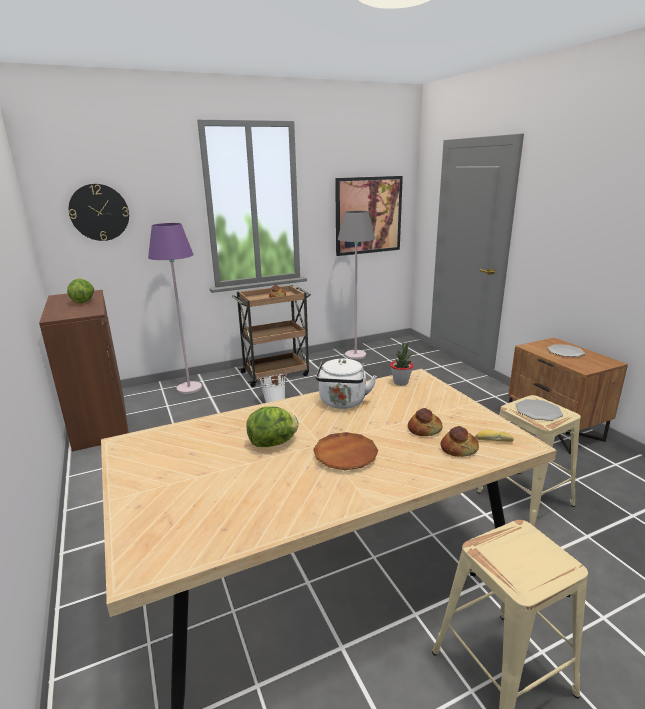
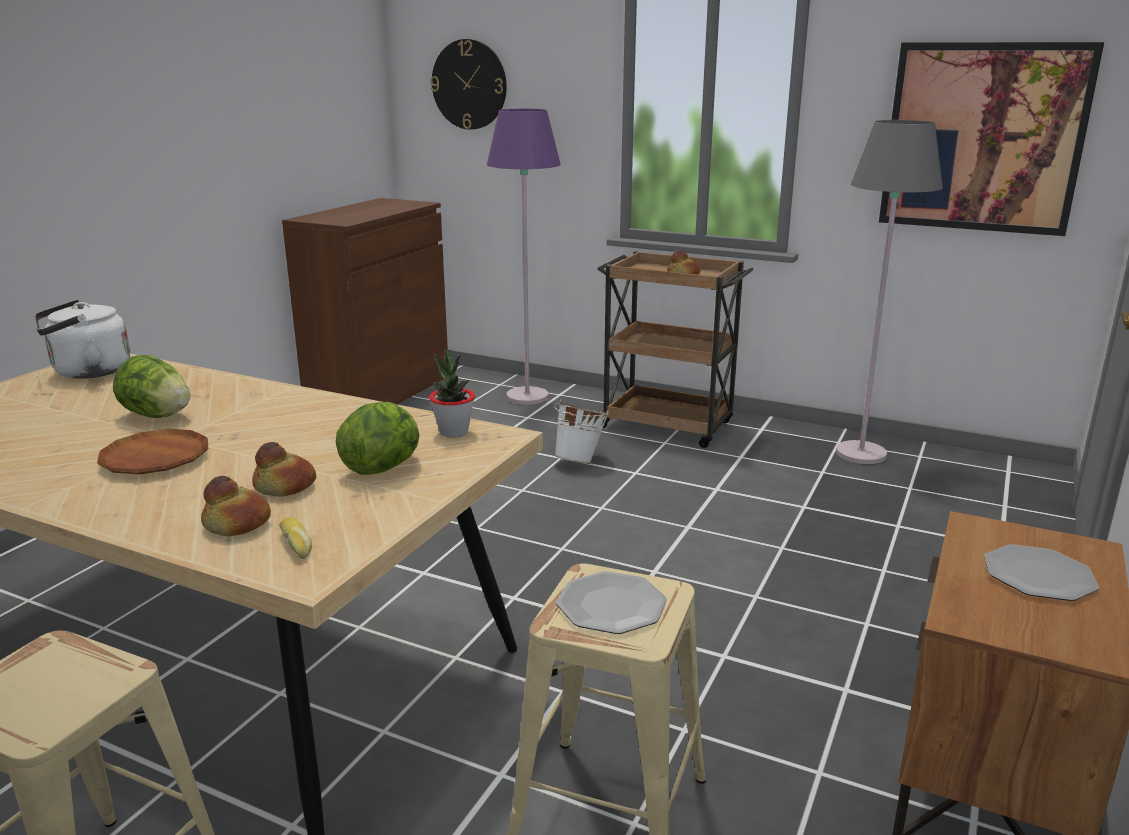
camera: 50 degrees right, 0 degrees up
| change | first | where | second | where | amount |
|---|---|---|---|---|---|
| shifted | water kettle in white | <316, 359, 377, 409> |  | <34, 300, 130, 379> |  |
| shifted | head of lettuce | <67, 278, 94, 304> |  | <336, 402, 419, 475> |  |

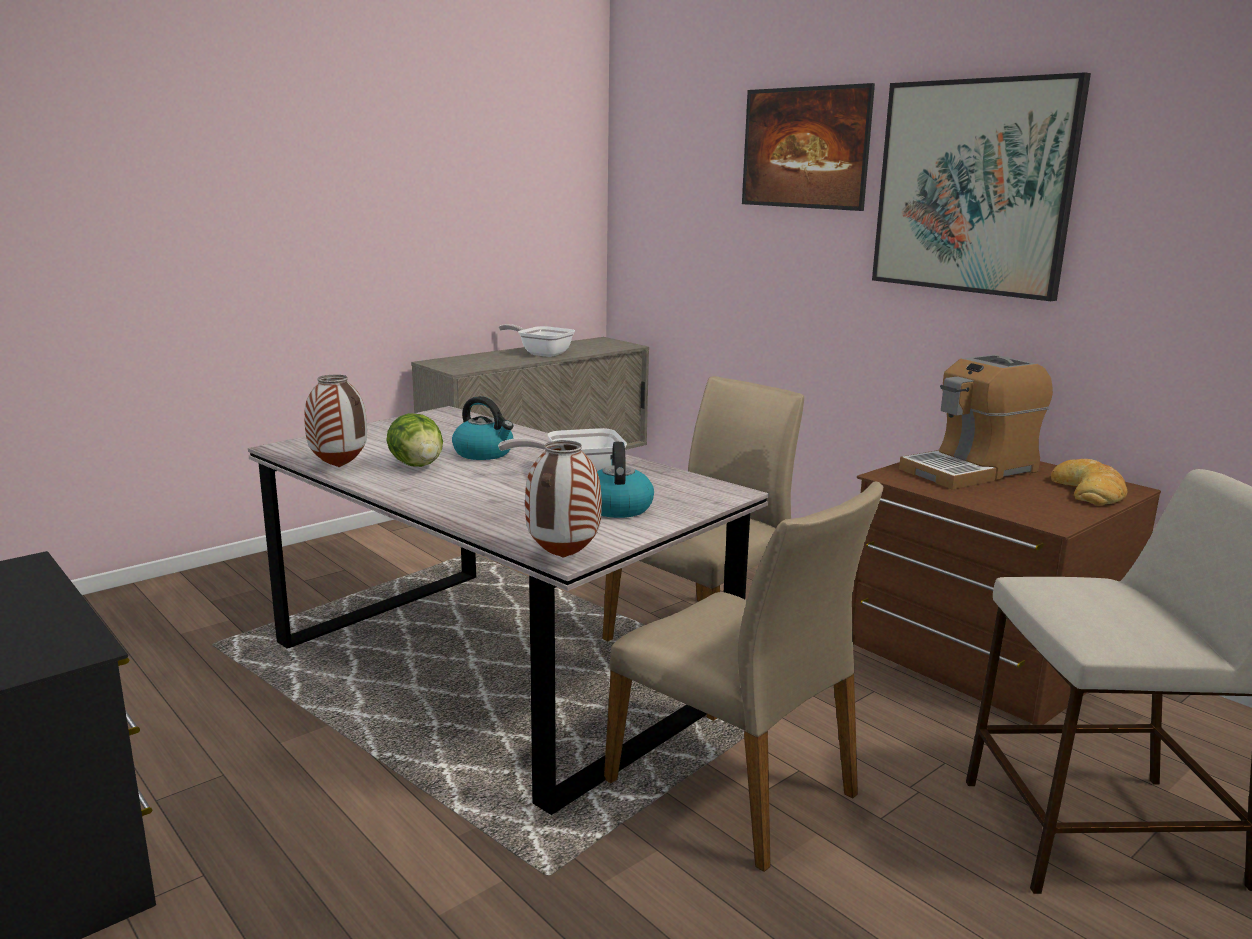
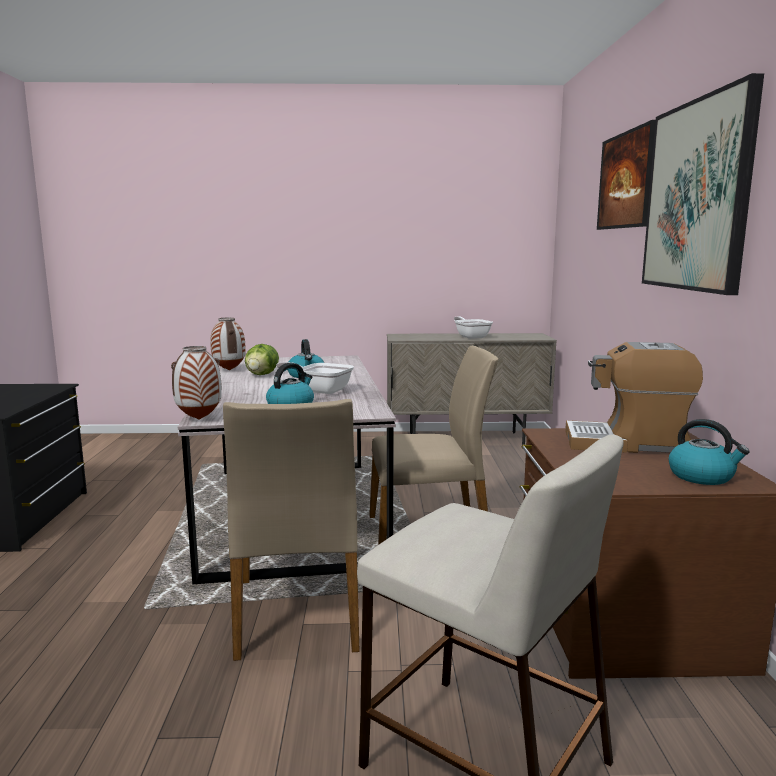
camera: 40 degrees right, 5 degrees down
| change | first | where | second | where | amount |
|---|---|---|---|---|---|
| swapped | bread | <1051, 459, 1127, 506> | water kettle | <669, 419, 750, 485> |  |

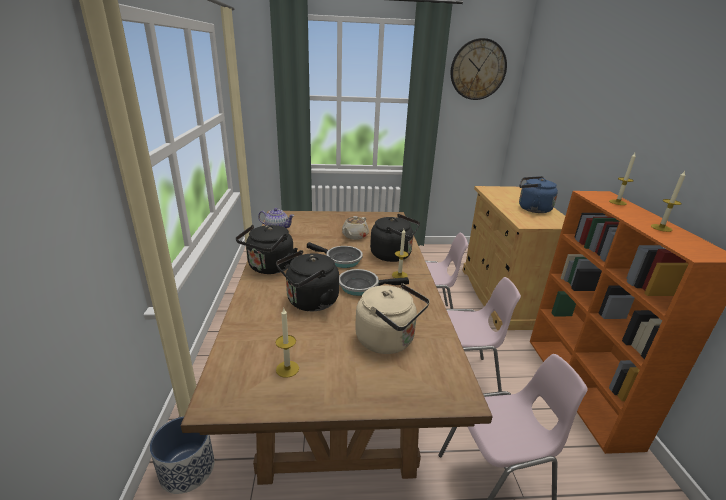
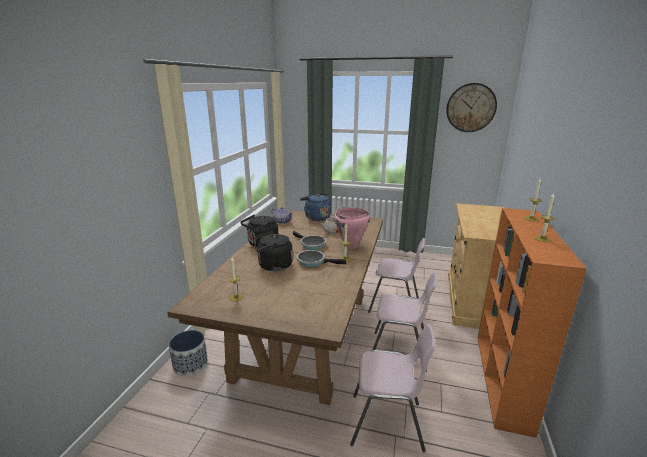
camera: 20 degrees right, 5 degrees down
| change | first | where | second | where | amount |
|---|---|---|---|---|---|
| shifted | water kettle in blue | <519, 176, 558, 213> |  | <300, 193, 331, 221> |  |
| swapped | water kettle in black-coloured | <370, 214, 420, 262> | saucepot in pink-coloured | <334, 207, 370, 249> |  |
| gone | water kettle in sand-coloured | <355, 283, 430, 354> |  |  |  |

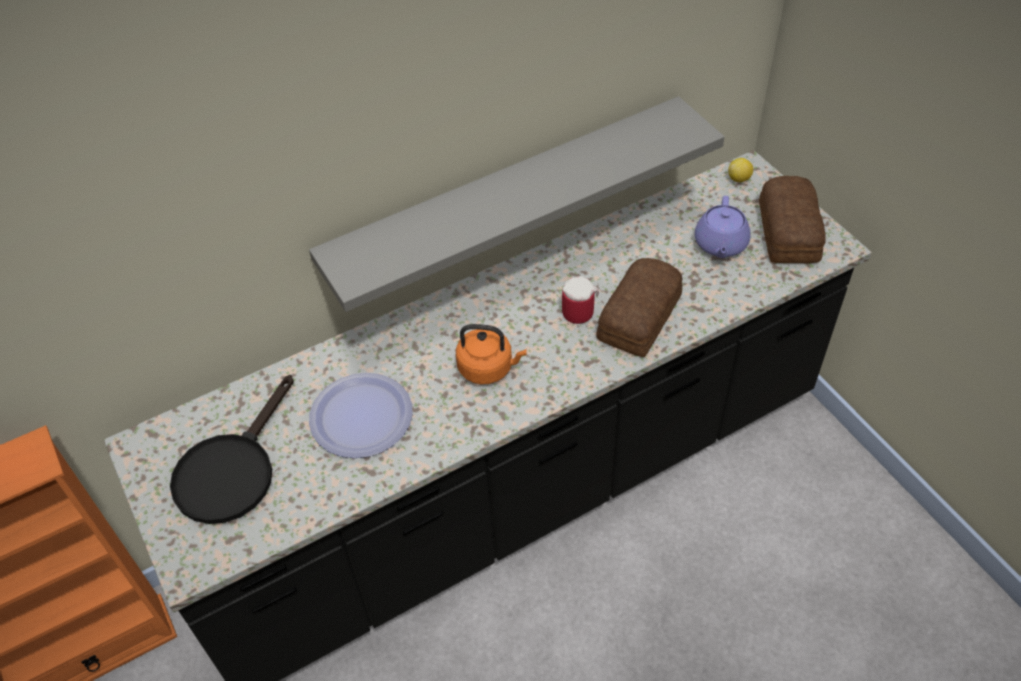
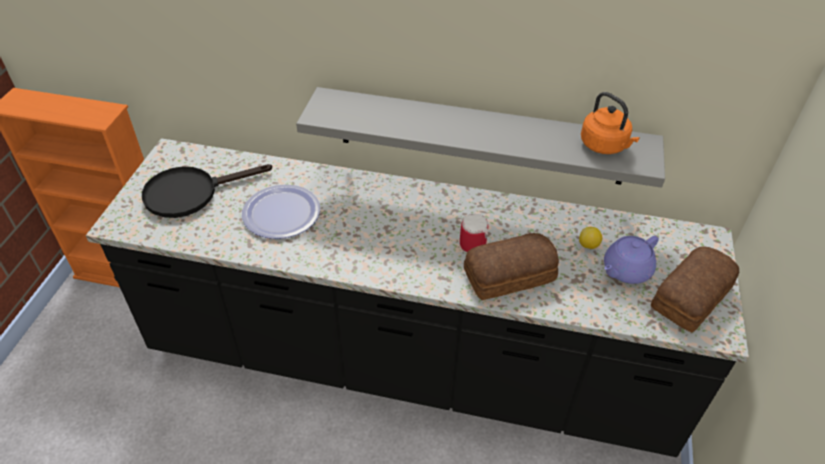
camera: 40 degrees right, 5 degrees down
| change | first | where | second | where | amount |
|---|---|---|---|---|---|
| shifted | whole lemon | <728, 158, 753, 182> |  | <579, 227, 602, 249> |  |
| shifted | water kettle in orange | <456, 324, 527, 385> |  | <581, 92, 640, 154> |  |

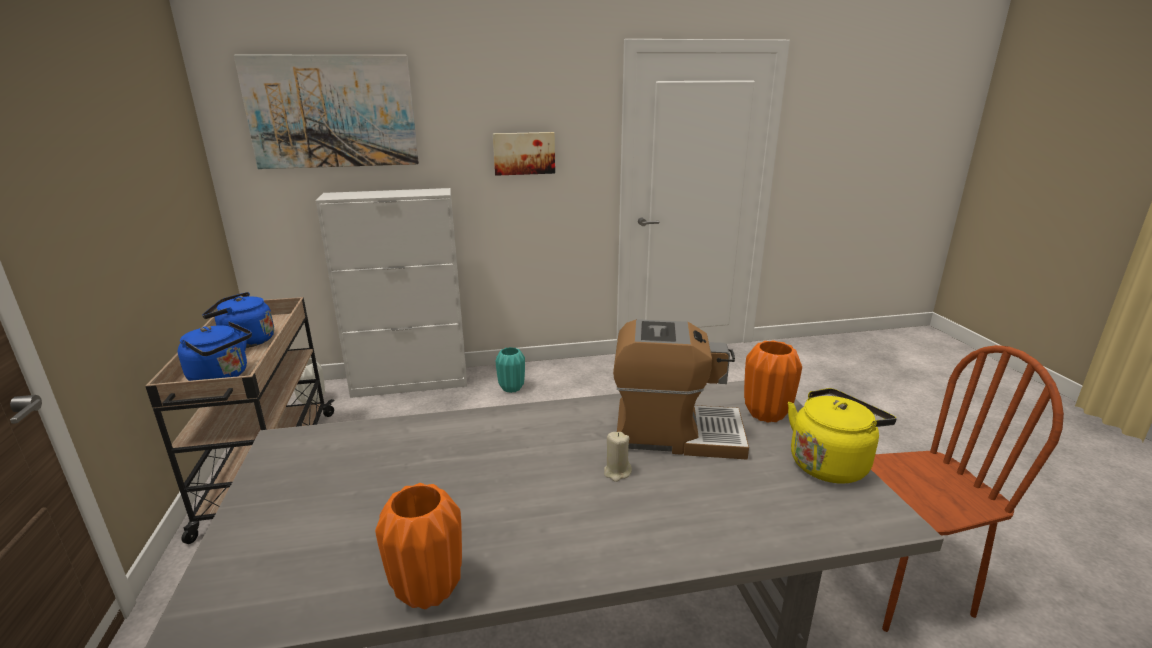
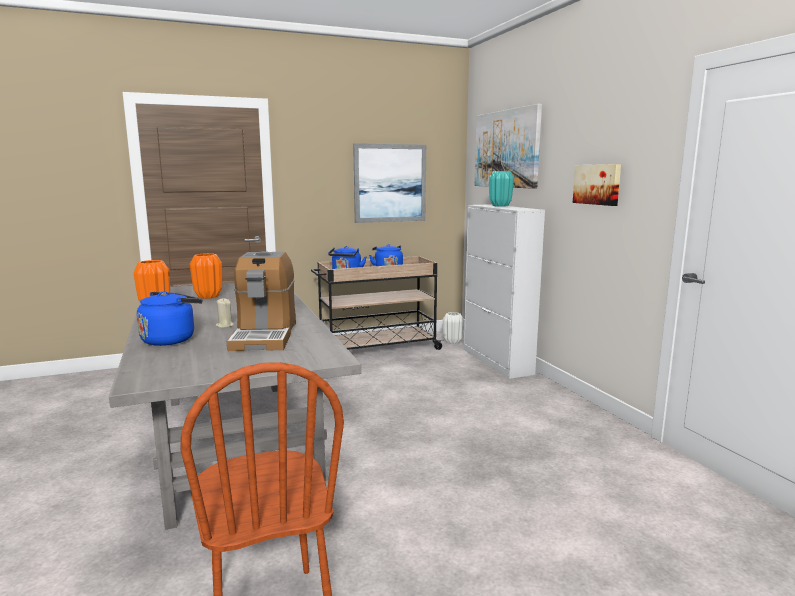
camera: 80 degrees right, 10 degrees down
| change | first | where | second | where | amount |
|---|---|---|---|---|---|
| new |  |  | water kettle in blue | <137, 291, 202, 346> |  |
| shifted | vase in orange | <744, 340, 802, 423> |  | <190, 253, 222, 299> |  |
| new |  |  | picture | <353, 143, 426, 223> |  |
| shifted | vase in blue-green | <496, 347, 525, 393> |  | <489, 171, 514, 207> |  |
| gone | water kettle in yellowish | <788, 388, 897, 483> |  |  |  |

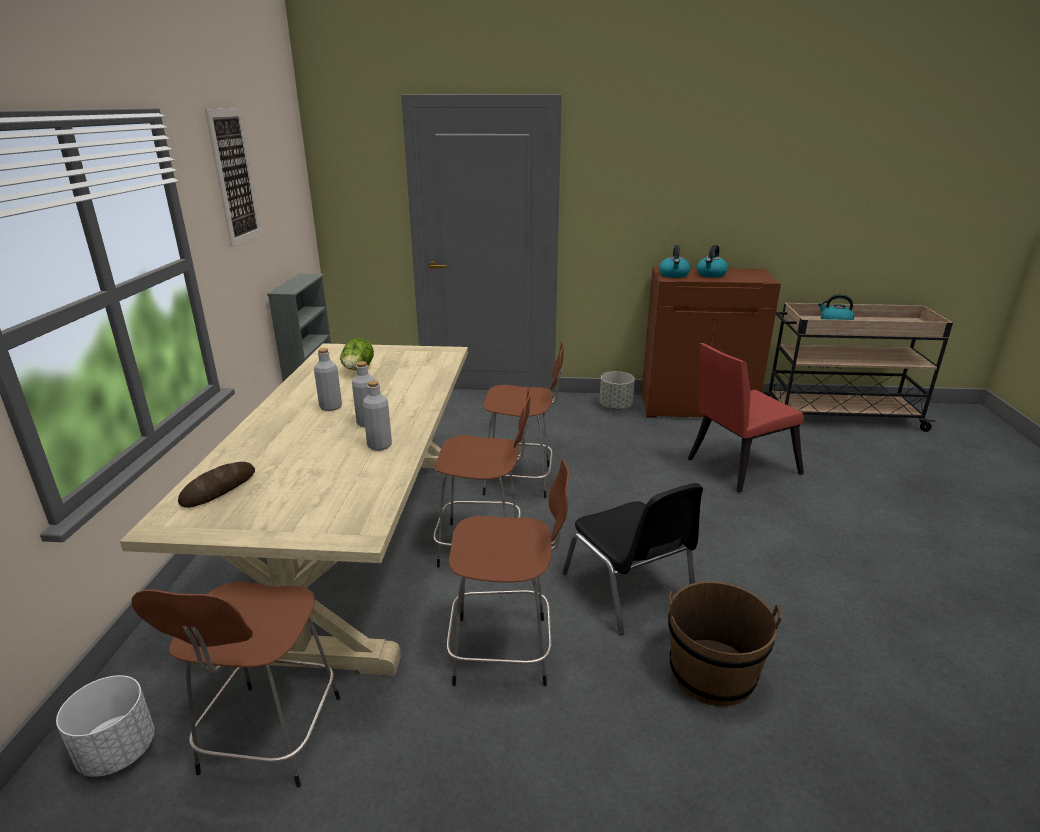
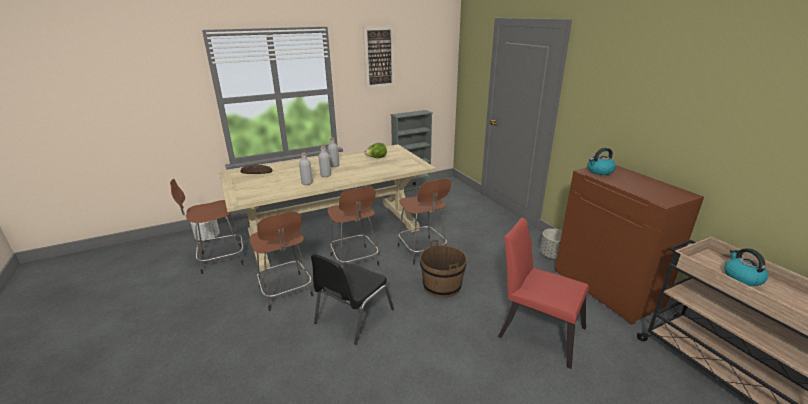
camera: 60 degrees right, 0 degrees up
| change | first | where | second | where | amount |
|---|---|---|---|---|---|
| shifted | pail in brown | <668, 581, 782, 706> |  | <420, 240, 467, 298> |  |
| gone | water kettle | <696, 245, 728, 278> |  |  |  |

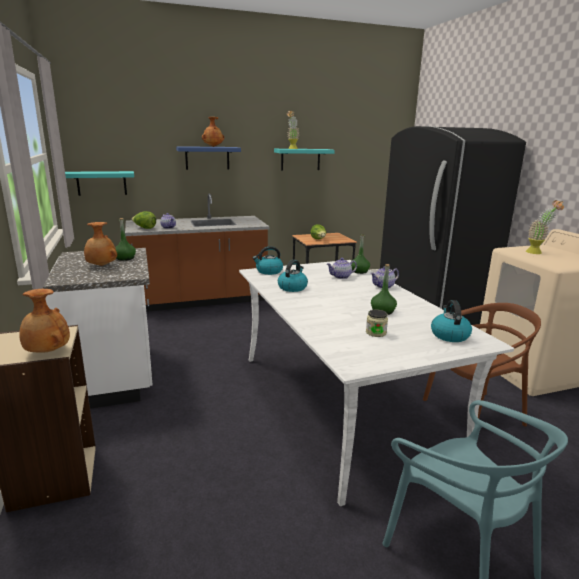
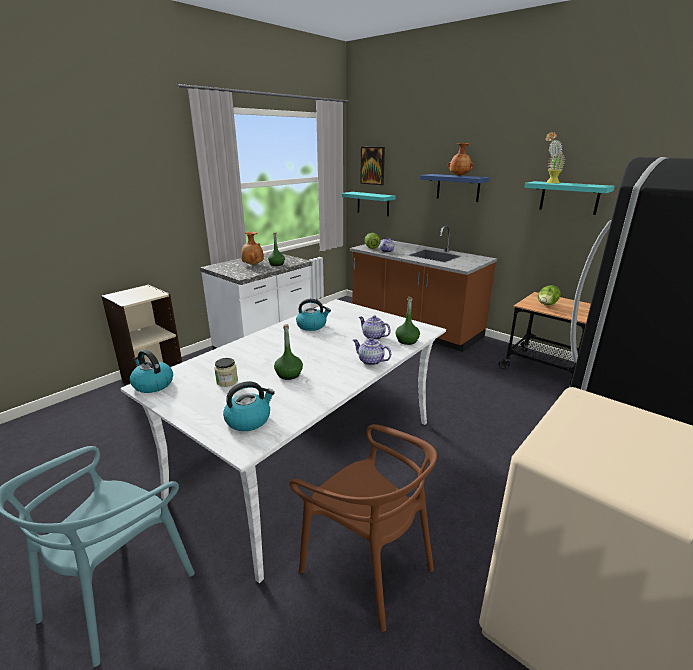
camera: 60 degrees right, 5 degrees up
| change | first | where | second | where | amount |
|---|---|---|---|---|---|
| shifted | water kettle | <253, 246, 283, 275> |  | <130, 350, 173, 393> |  |
| new |  |  | picture | <360, 147, 385, 185> |  |
| gone | vase in brown | <19, 289, 70, 352> |  |  |  |
| gone | plant in a pot | <526, 200, 564, 254> |  |  |  |

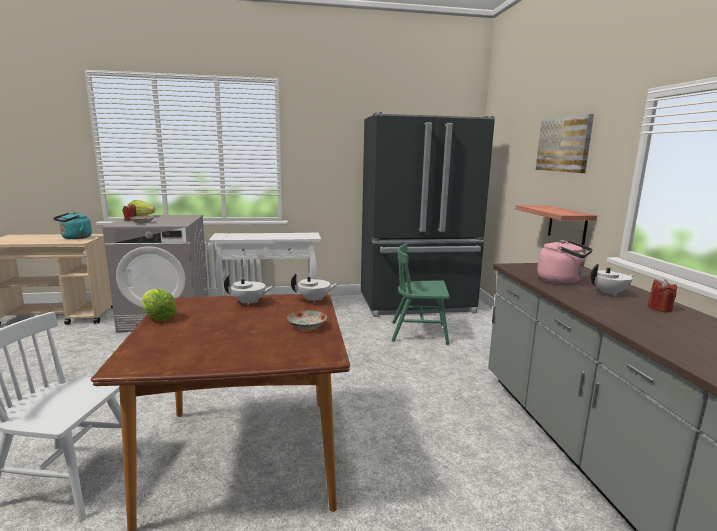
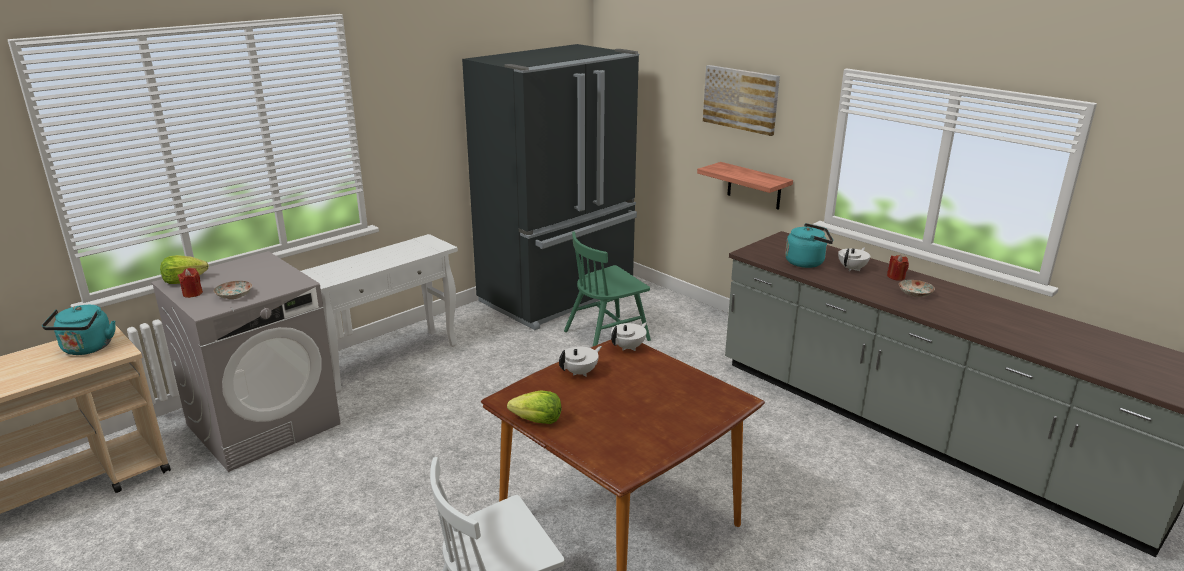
camera: 35 degrees left, 10 degrees up
| change | first | where | second | where | amount |
|---|---|---|---|---|---|
| repainted | water kettle in pink-coloured | <537, 240, 593, 284> | water kettle in blue-green | <785, 223, 833, 268> |  |
| shifted | flat dish | <287, 310, 327, 330> |  | <899, 280, 935, 297> |  |

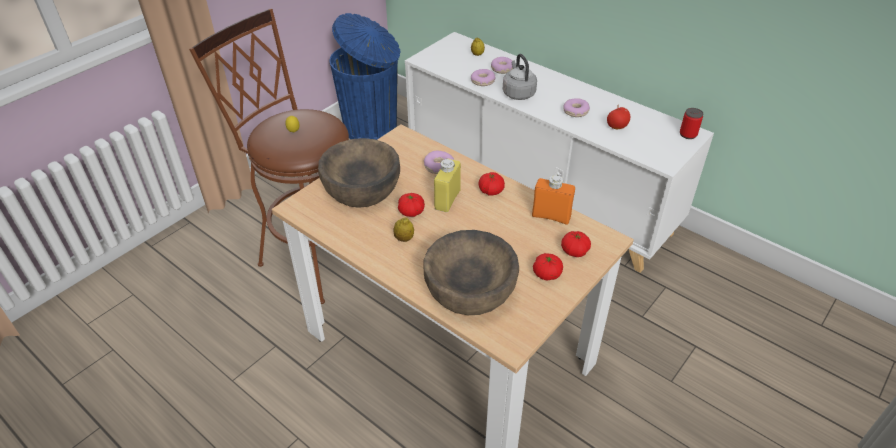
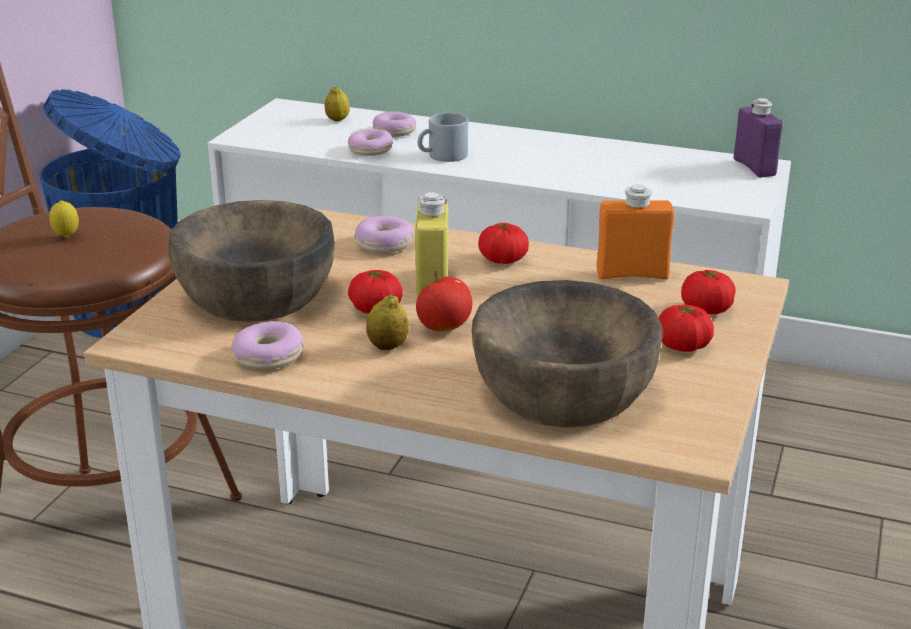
camera: 20 degrees left, 15 degrees down
| change | first | where | second | where | amount |
|---|---|---|---|---|---|
| shifted | doughnut | <563, 98, 590, 117> |  | <232, 321, 304, 370> |  |
| shifted | apple fruit | <607, 105, 630, 129> |  | <416, 270, 472, 332> |  |
| swapped | water kettle in greyish | <503, 54, 537, 100> | coffee mug in greyish | <417, 113, 468, 162> |  |
| swapped | metal can | <680, 108, 703, 139> | bottle in purple | <734, 98, 783, 178> |  |

